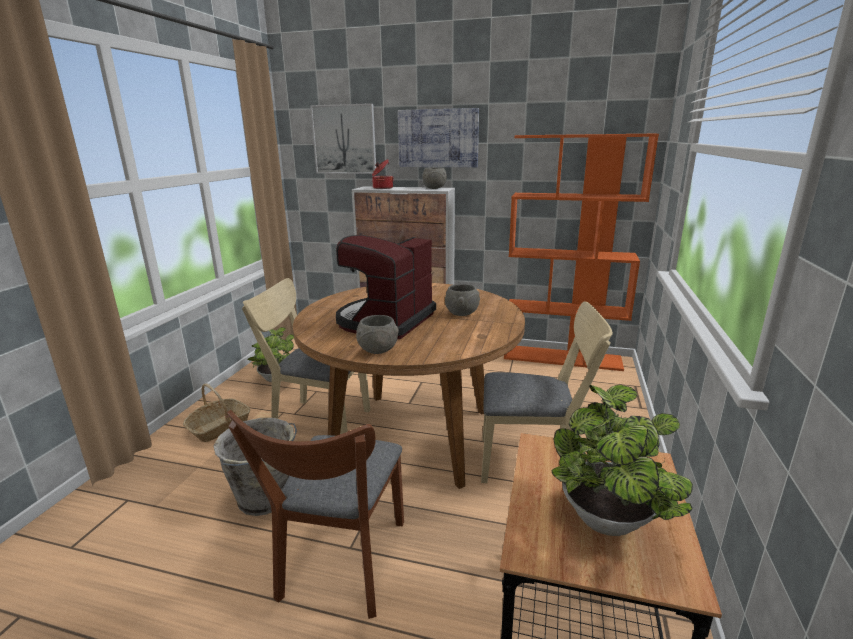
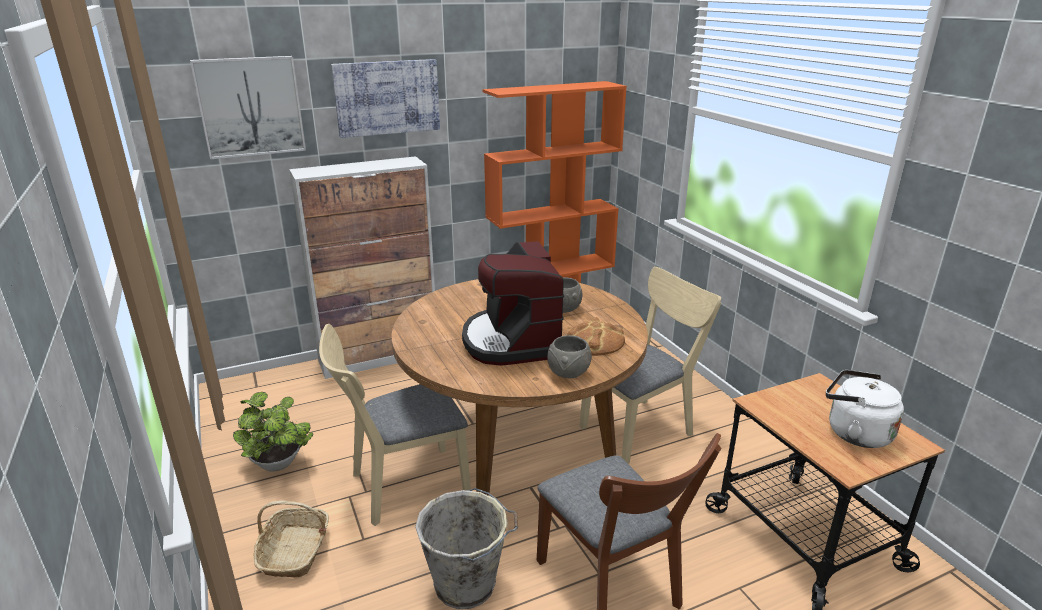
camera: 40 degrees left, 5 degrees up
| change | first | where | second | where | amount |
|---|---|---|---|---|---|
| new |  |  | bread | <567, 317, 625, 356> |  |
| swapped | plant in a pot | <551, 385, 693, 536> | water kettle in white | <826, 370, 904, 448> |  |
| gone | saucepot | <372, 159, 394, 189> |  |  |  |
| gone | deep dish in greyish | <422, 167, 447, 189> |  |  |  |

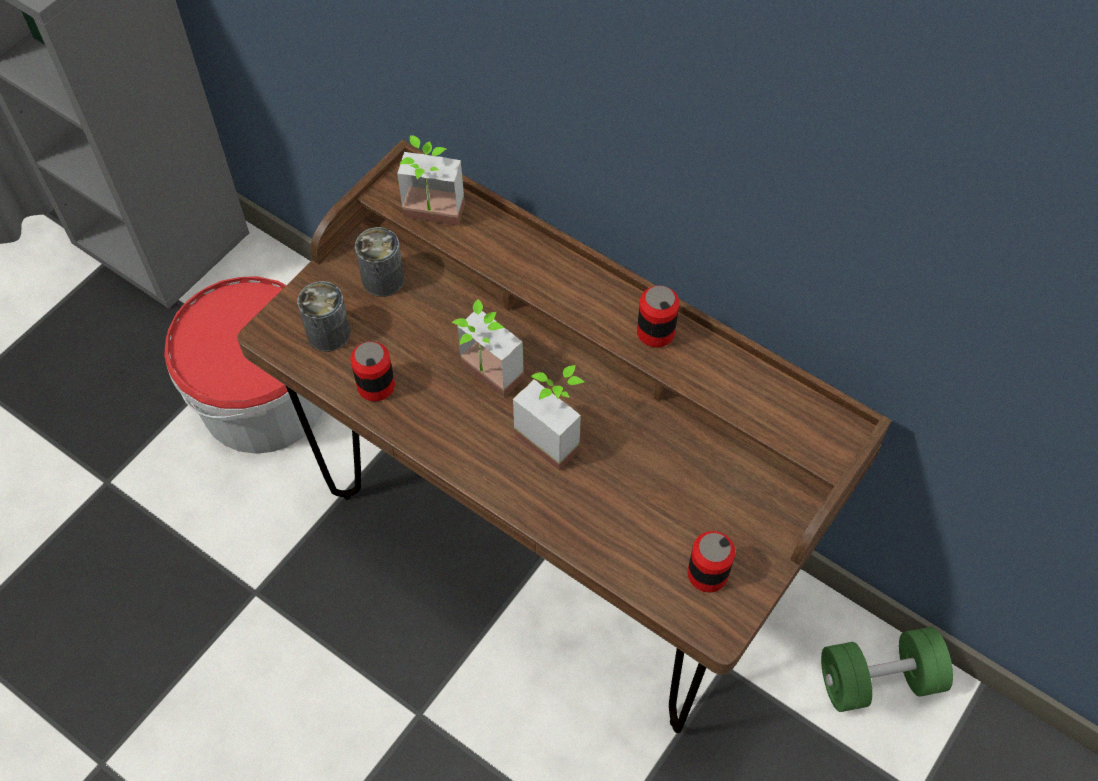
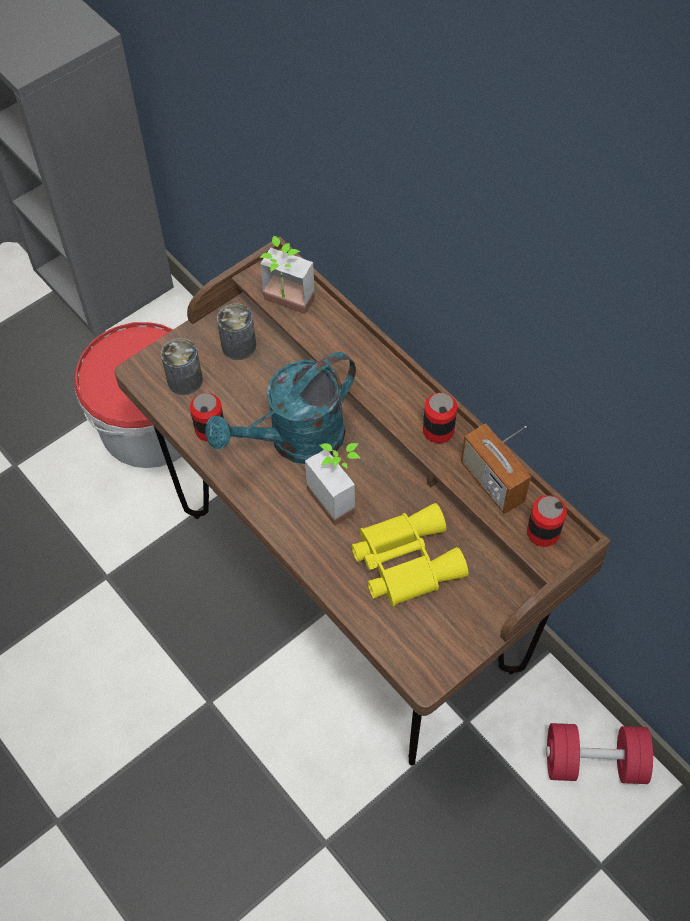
camera: 15 degrees right, 0 degrees up
| change | first | where | second | where | amount |
|---|---|---|---|---|---|
| swapped | plant in a pot | <452, 299, 524, 398> | watering can in blue-green | <205, 352, 356, 464> |  |
| new |  |  | field glasses in yellowish | <351, 503, 469, 607> |  |
| new |  |  | radio receiver | <461, 424, 531, 514> |  |
| shifted | metal can | <687, 531, 735, 592> |  | <527, 495, 567, 547> |  |
| repainted | hand weight in greenish | <821, 627, 953, 712> | hand weight in reddish | <546, 723, 653, 784> |  |

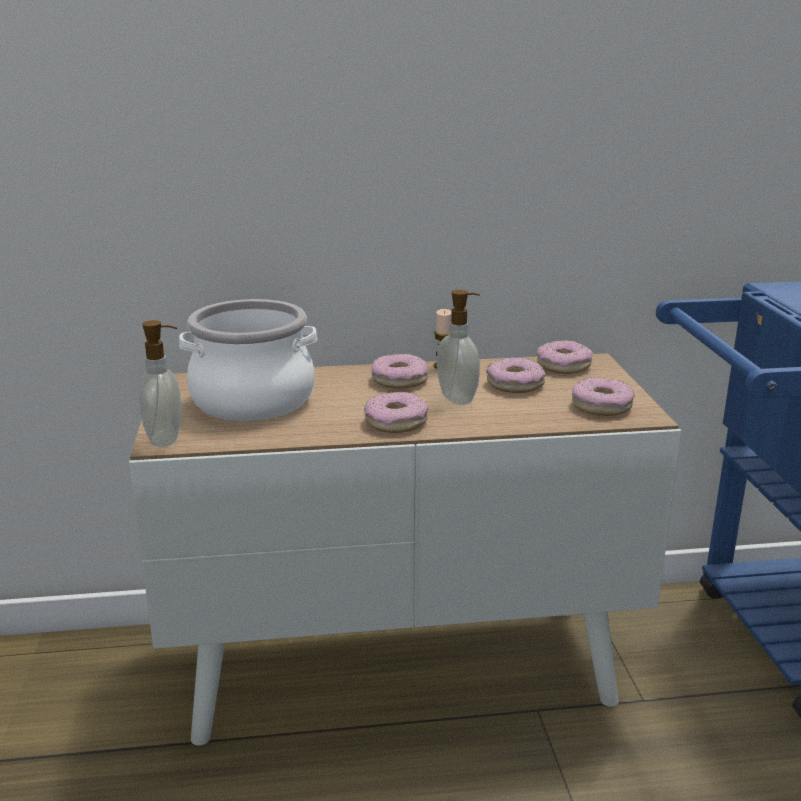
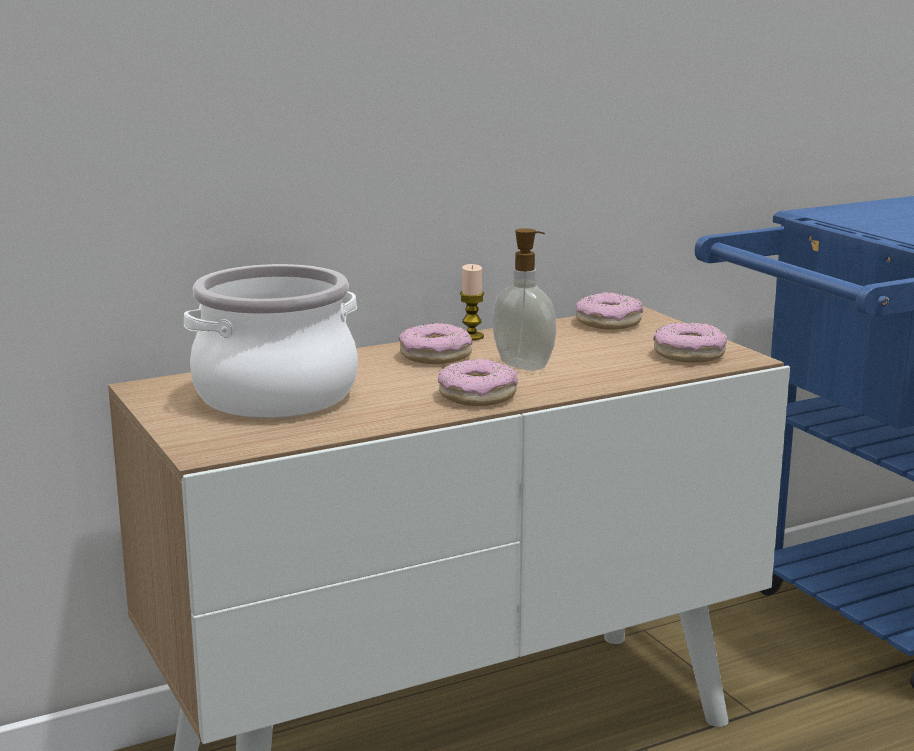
camera: 20 degrees left, 5 degrees down
| change | first | where | second | where | amount |
|---|---|---|---|---|---|
| gone | soap dispenser | <139, 320, 181, 447> |  |  |  |
| gone | doughnut | <486, 357, 546, 393> |  |  |  |

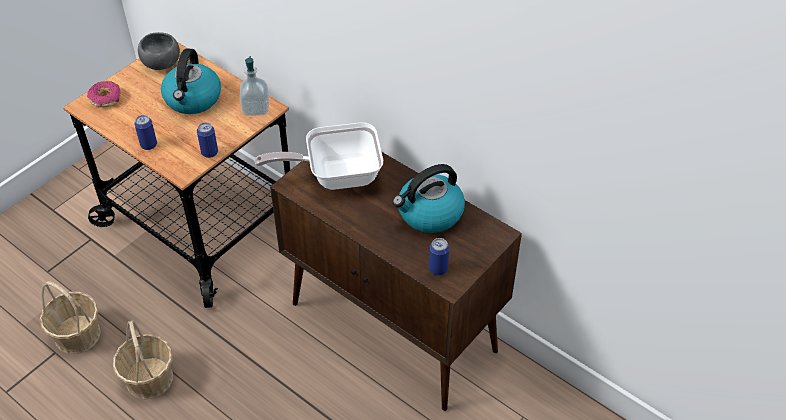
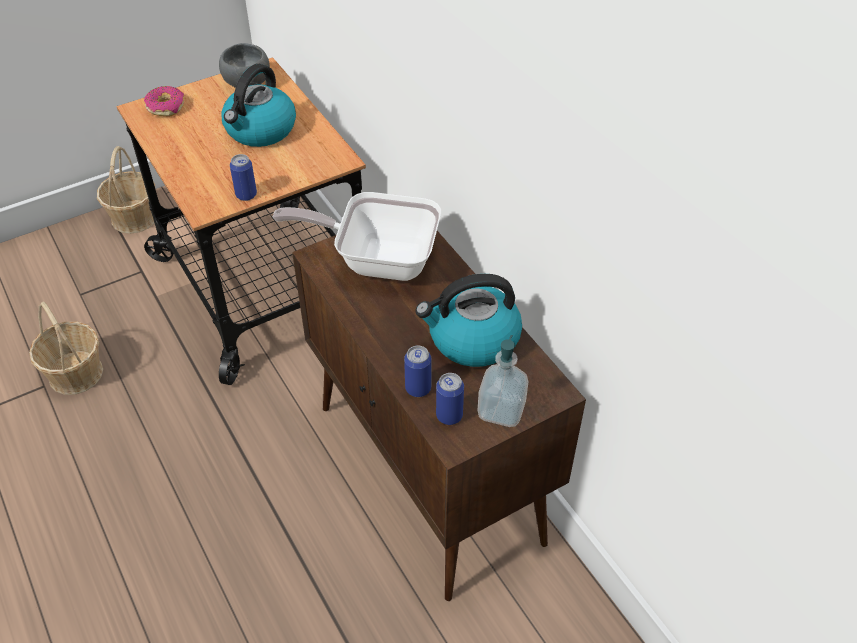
camera: 20 degrees right, 0 degrees up
| change | first | where | second | where | amount |
|---|---|---|---|---|---|
| shifted | household basket | <113, 320, 173, 400> |  | <97, 146, 155, 234> |  |
| shifted | metal can | <134, 115, 157, 150> |  | <404, 345, 432, 397> |  |
| shifted | soap dispenser | <240, 56, 269, 116> |  | <478, 335, 529, 427> |  |

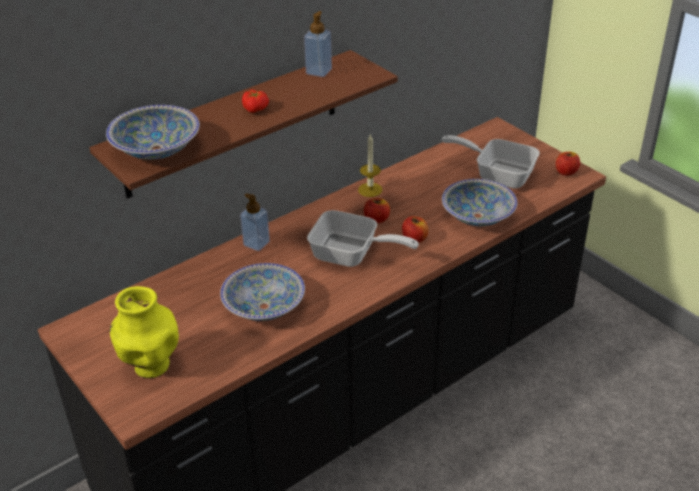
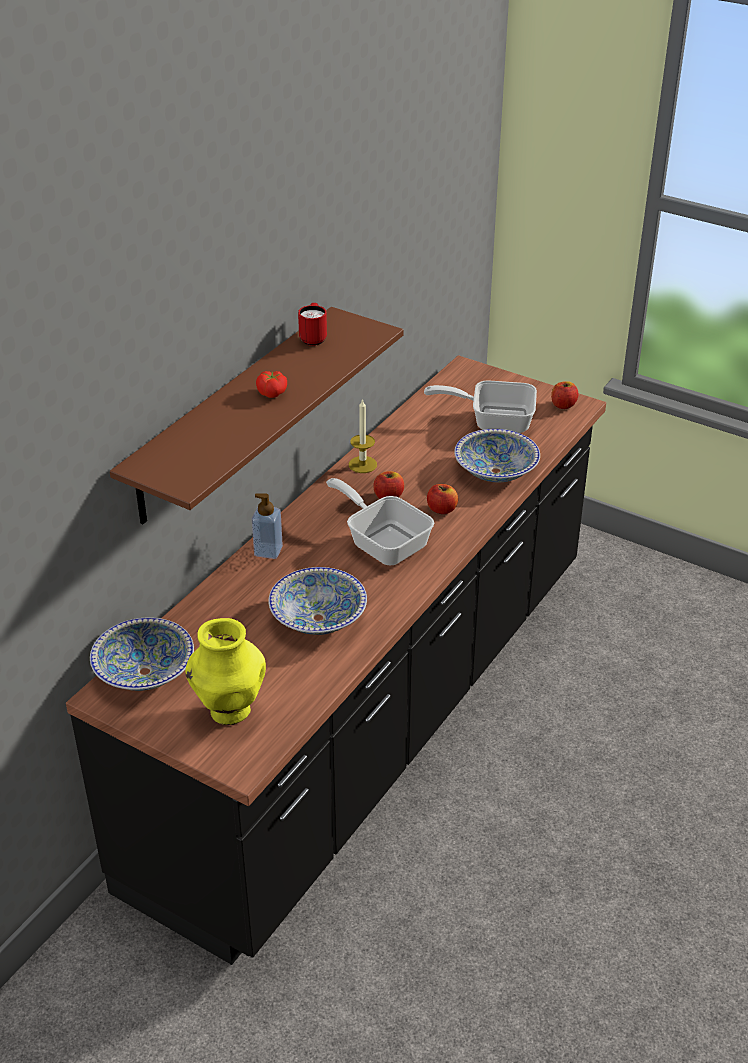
camera: 20 degrees left, 0 degrees up
| change | first | where | second | where | amount |
|---|---|---|---|---|---|
| shifted | deep dish | <106, 105, 200, 160> |  | <90, 617, 194, 691> |  |
| swapped | soap dispenser | <304, 11, 332, 77> | coffee mug in reddish | <298, 303, 327, 346> |  |
| rotated | pan | <307, 210, 419, 267> |  | <326, 478, 434, 565> | 135 degrees counterclockwise |

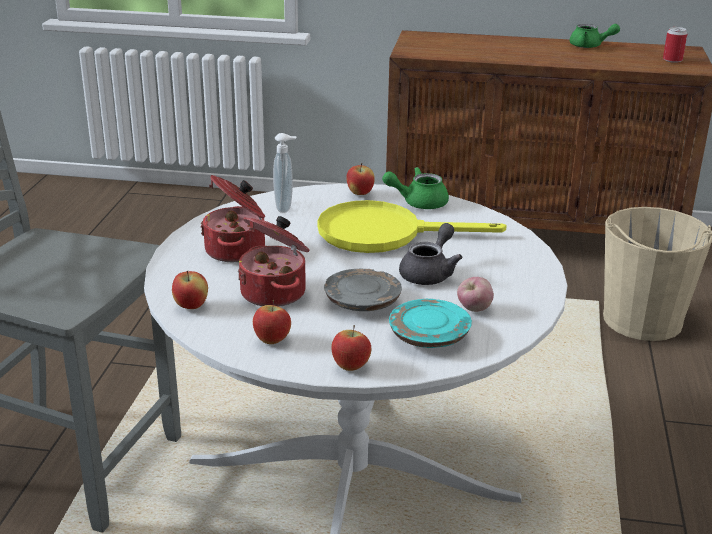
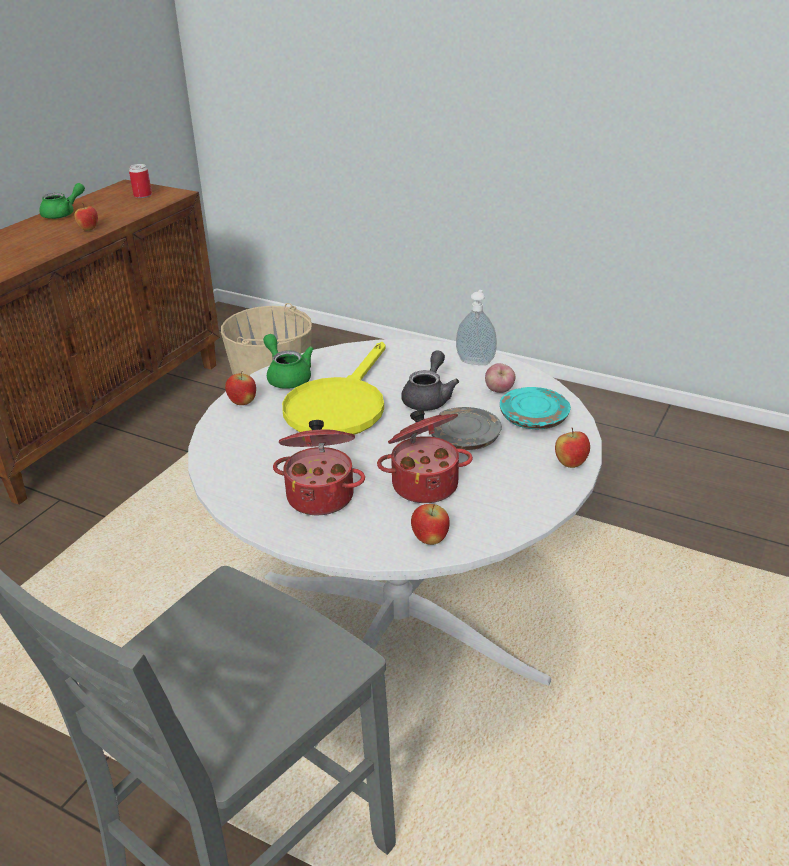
camera: 70 degrees left, 5 degrees up
| change | first | where | second | where | amount |
|---|---|---|---|---|---|
| shifted | apple fruit | <253, 300, 291, 344> |  | <74, 203, 98, 231> |  |
| rotated | tea pot in greenish | <382, 167, 449, 209> |  | <263, 334, 314, 389> | 135 degrees clockwise |
| rotated | tea pot in greyish | <399, 223, 463, 285> |  | <401, 350, 459, 411> | 60 degrees clockwise |
| shifted | soap dispenser | <273, 133, 296, 213> |  | <456, 290, 497, 365> |  |

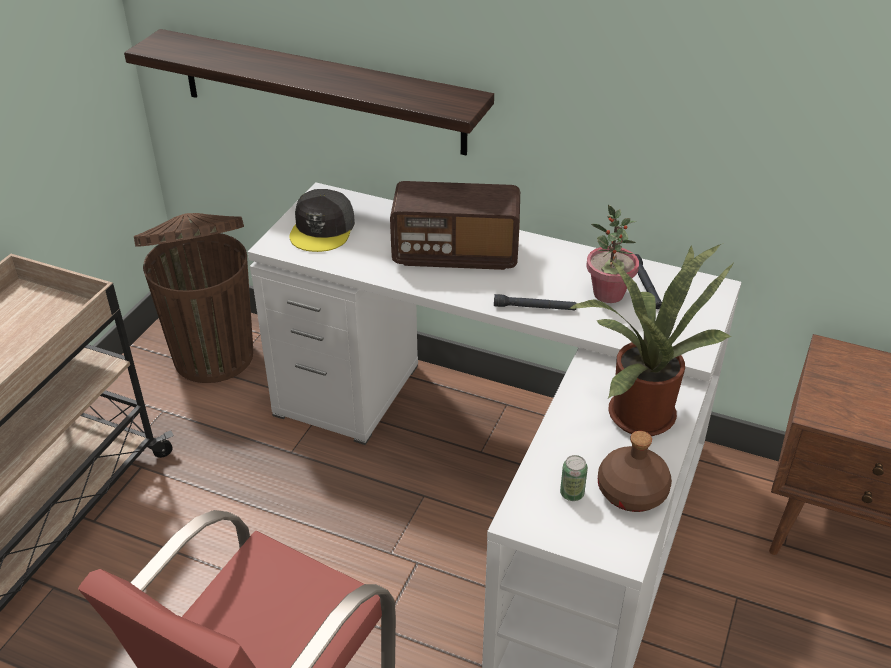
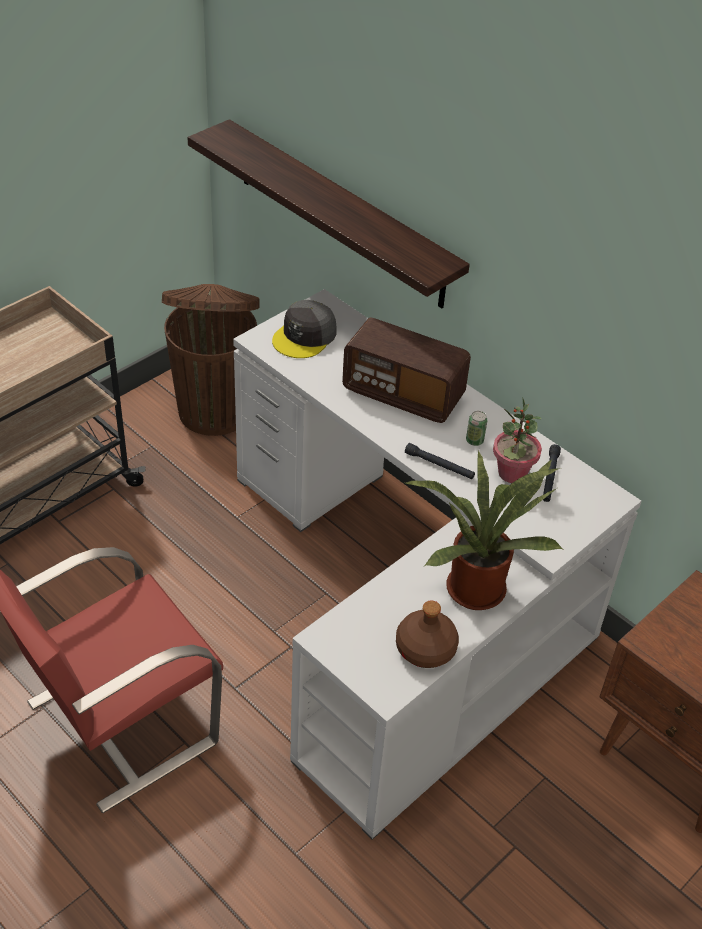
camera: 20 degrees right, 5 degrees up
| change | first | where | second | where | amount |
|---|---|---|---|---|---|
| shifted | metal can | <560, 455, 588, 501> |  | <466, 411, 487, 446> |  |

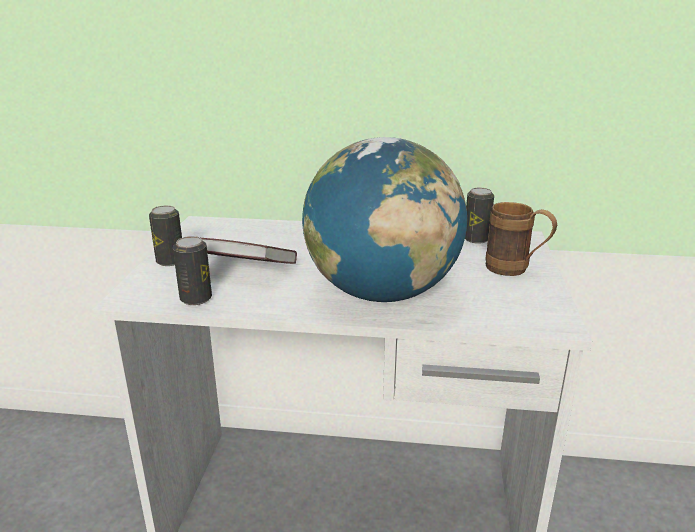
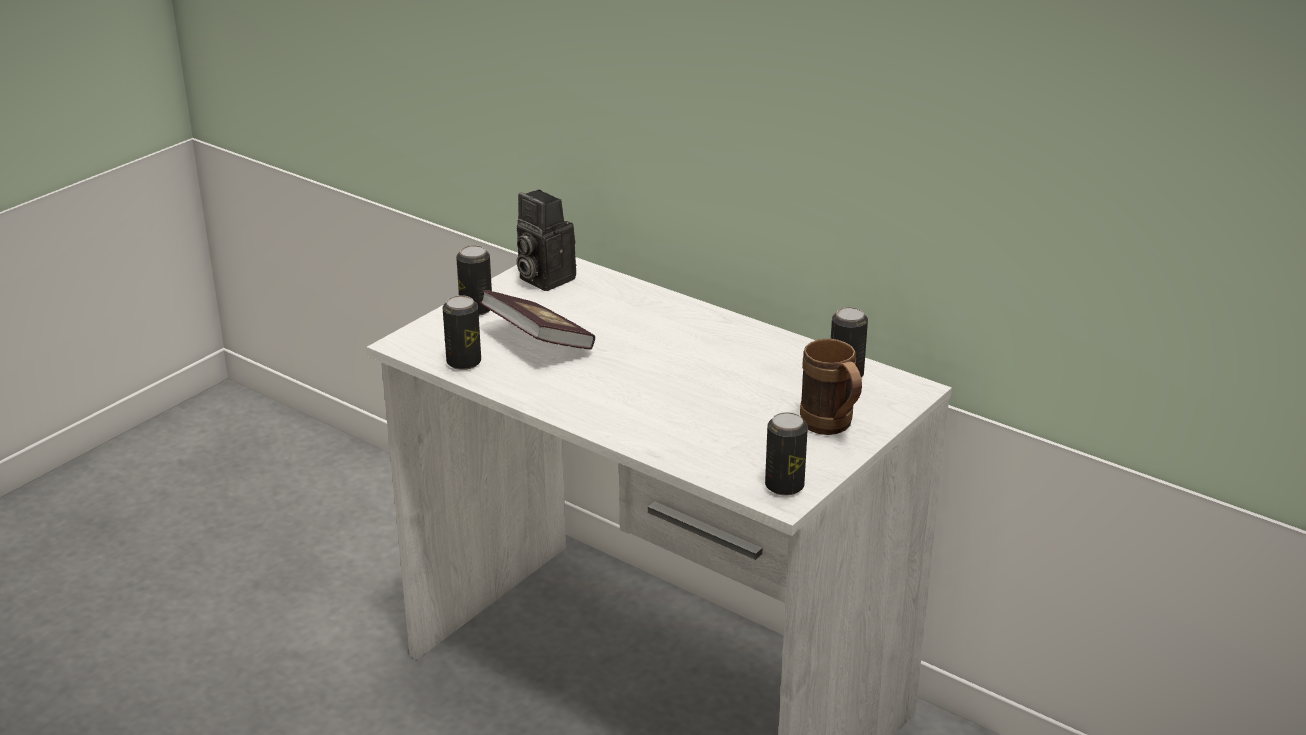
camera: 30 degrees right, 5 degrees up
| change | first | where | second | where | amount |
|---|---|---|---|---|---|
| new |  |  | still camera | <517, 189, 576, 291> |  |
| new |  |  | metal can | <765, 412, 808, 496> |  |
| gone | desk globe | <302, 137, 467, 302> |  |  |  |

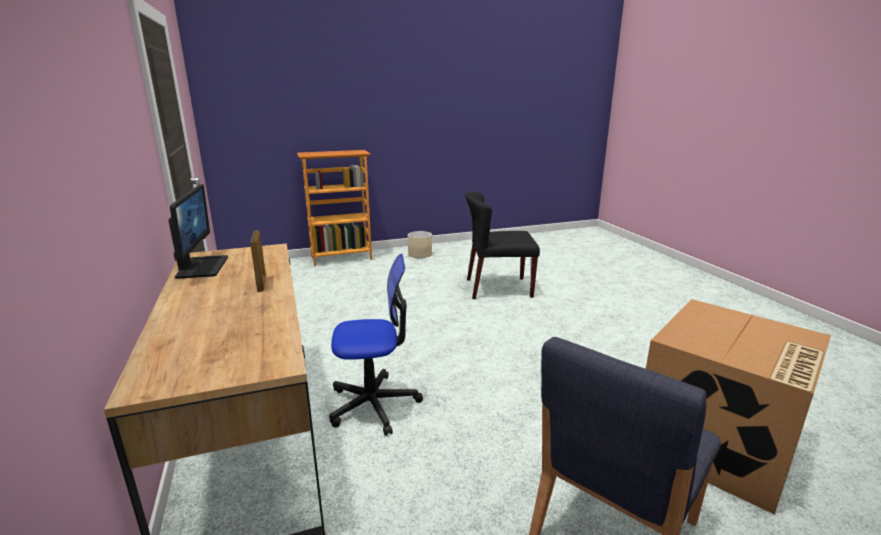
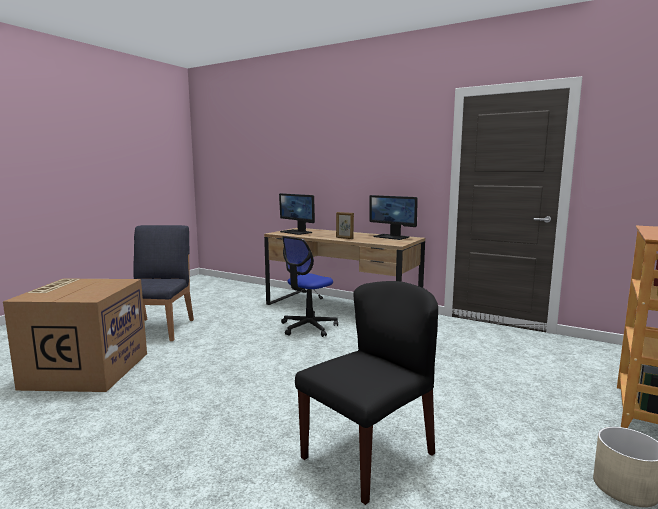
camera: 140 degrees right, 10 degrees down
| change | first | where | second | where | amount |
|---|---|---|---|---|---|
| new |  |  | monitor | <279, 193, 315, 235> |  |

